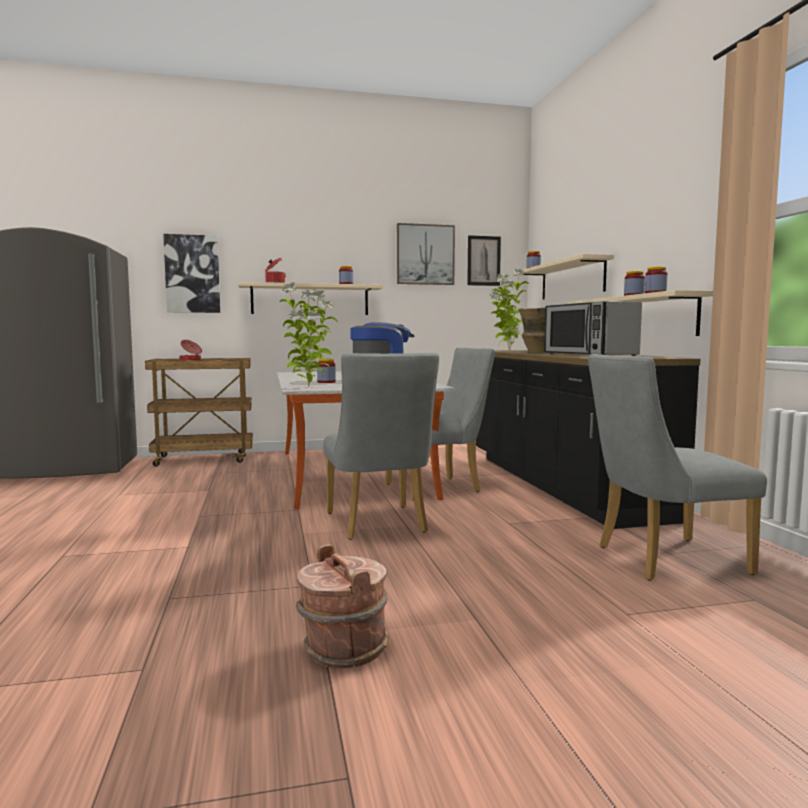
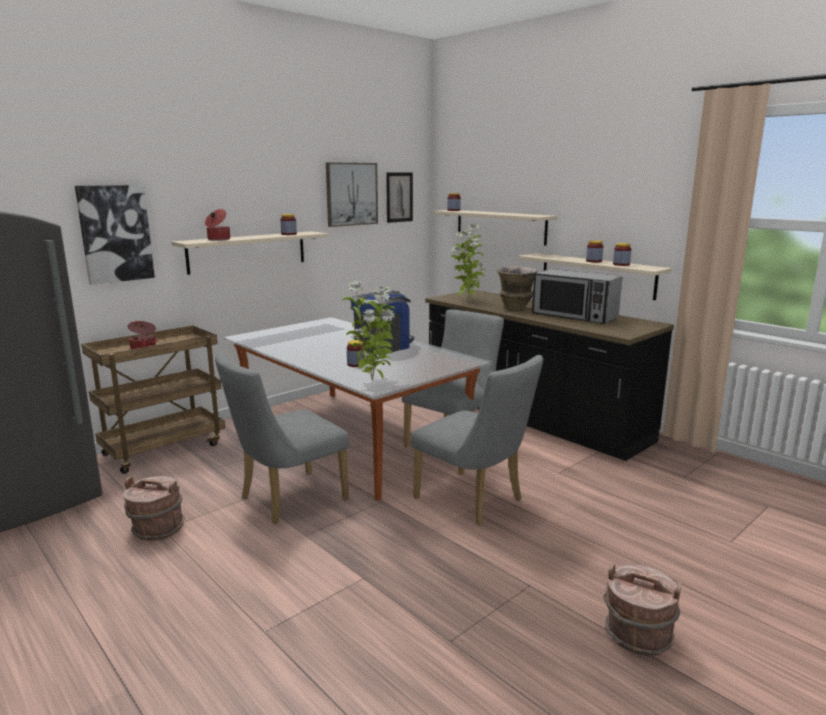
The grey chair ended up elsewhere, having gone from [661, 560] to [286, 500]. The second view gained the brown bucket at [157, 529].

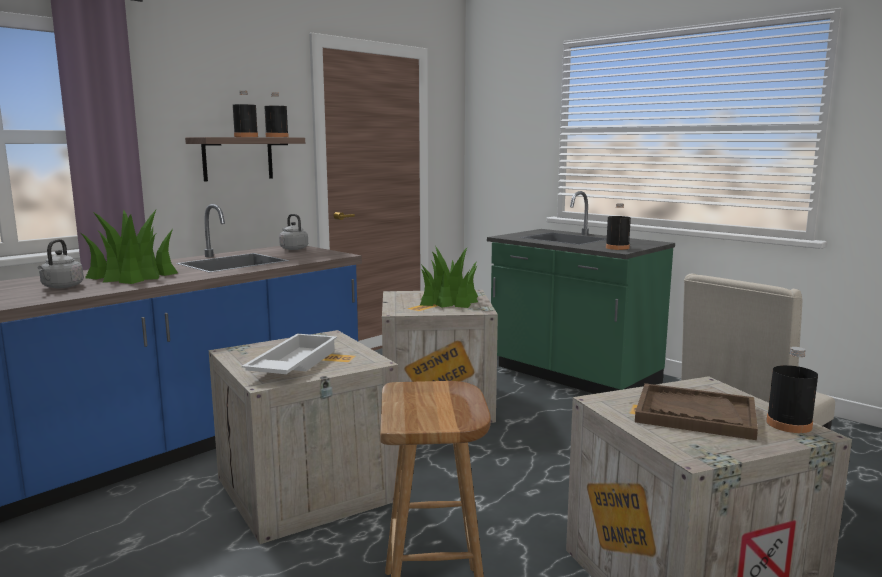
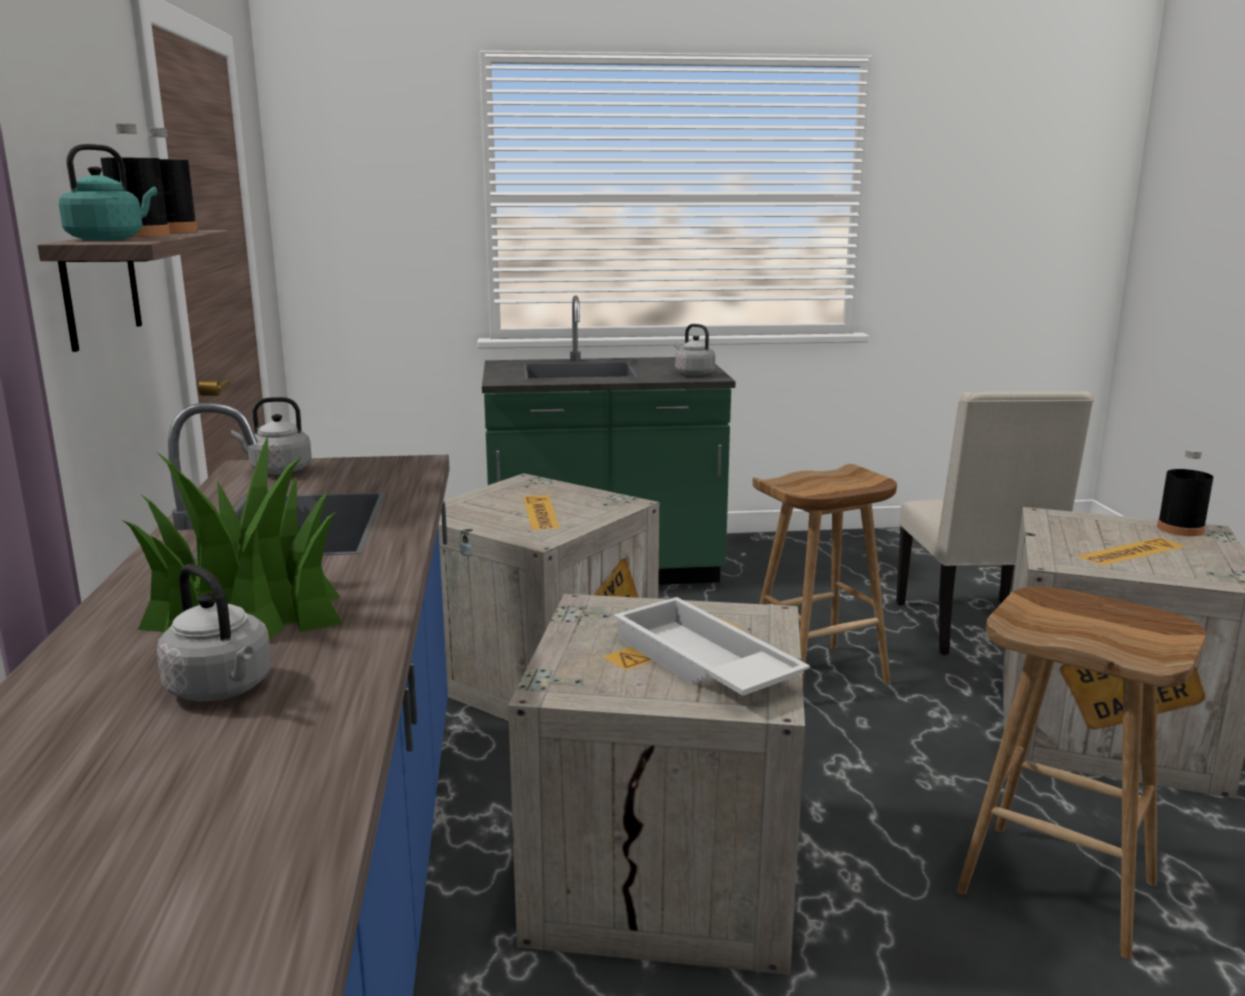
The second view lost the potted plant at [449, 300]. Where the black bottle stood at [617, 248], the grey kettle came to stand at [693, 374]. The second view lost the brown tray at [695, 414]. The second view gained the turquoise kettle at [109, 239]. The second view gained the brown stool at [815, 676].

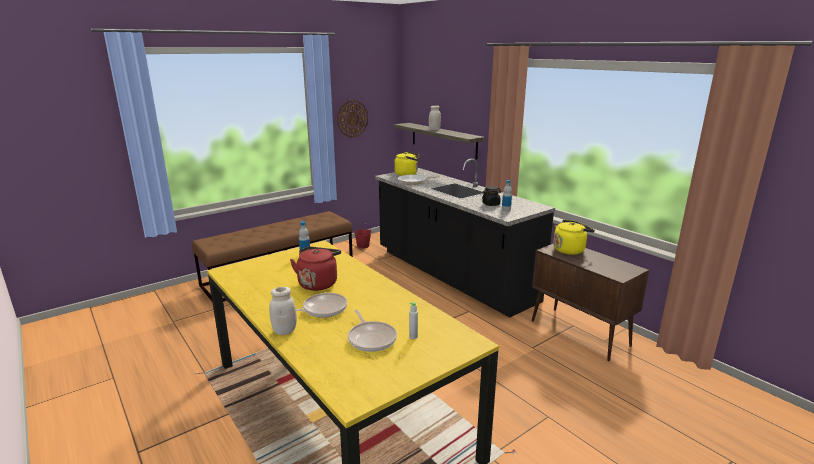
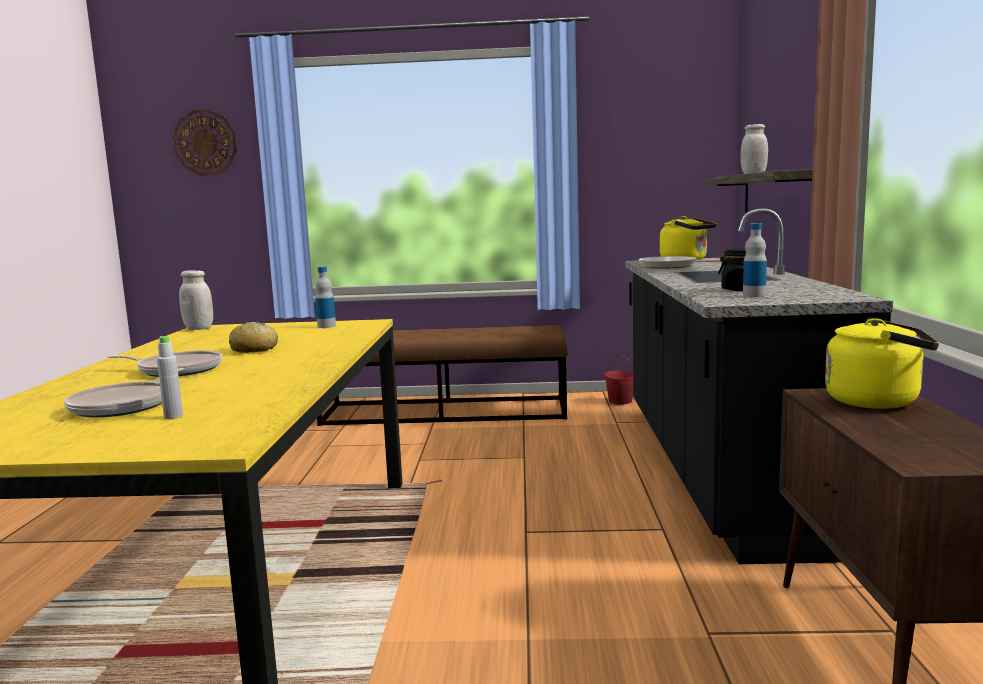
The white jar ended up elsewhere, having gone from [284, 331] to [199, 328]. Where the red kettle stood at [318, 283], the bread came to stand at [254, 349]. The wall clock ended up elsewhere, having gone from [352, 118] to [205, 142].

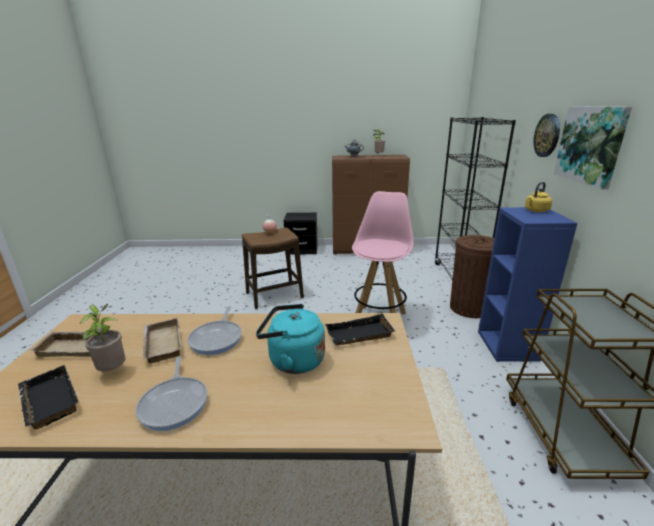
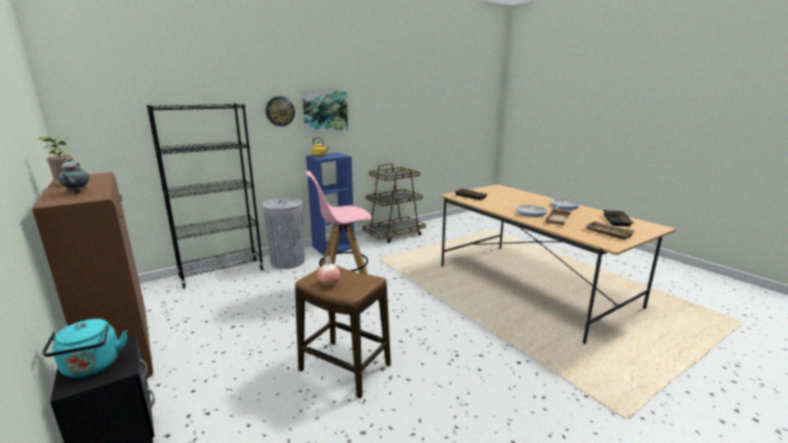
The second view lost the potted plant at [113, 371]. The turquoise kettle ended up elsewhere, having gone from [293, 360] to [92, 367]. What was the brown trash can at [469, 308] turned into the grey trash can at [287, 262].

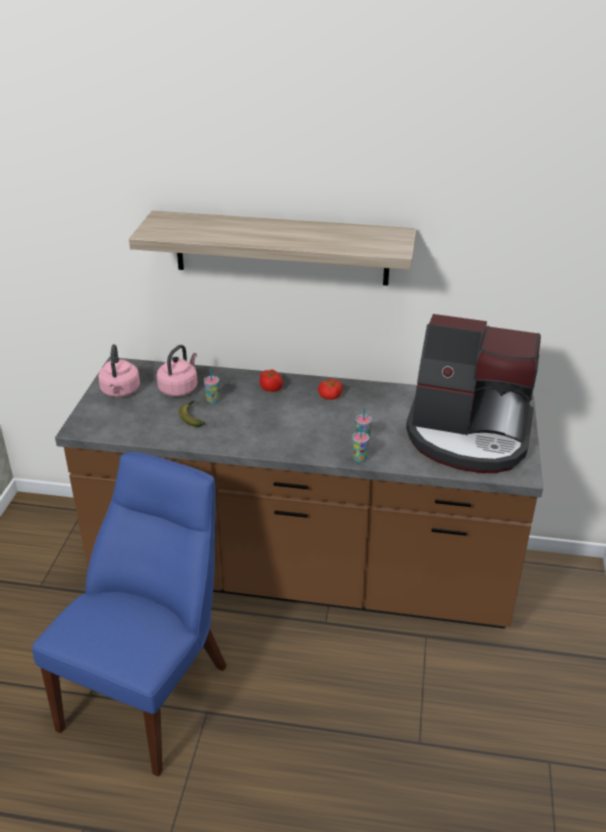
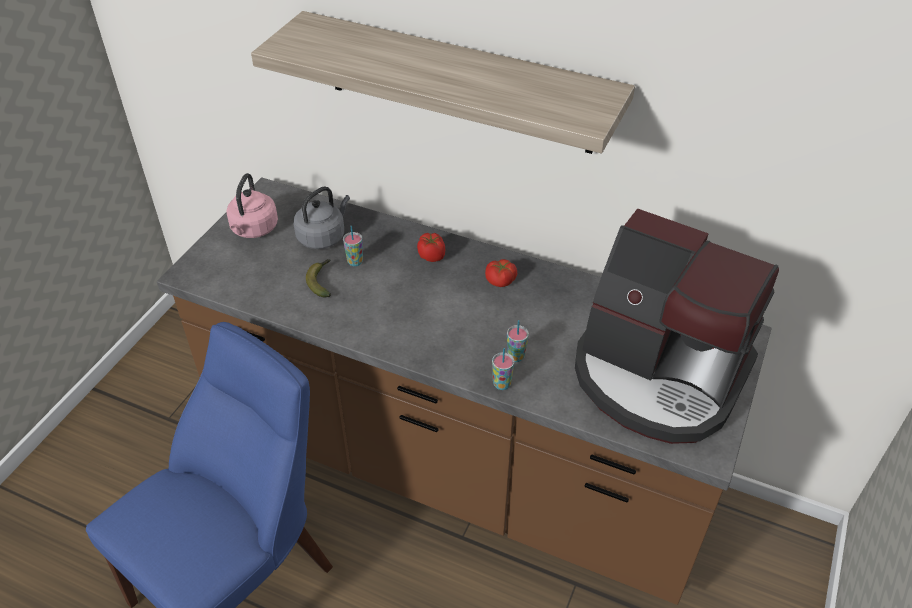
What was the pink kettle at [179, 388] turned into the grey kettle at [323, 236].

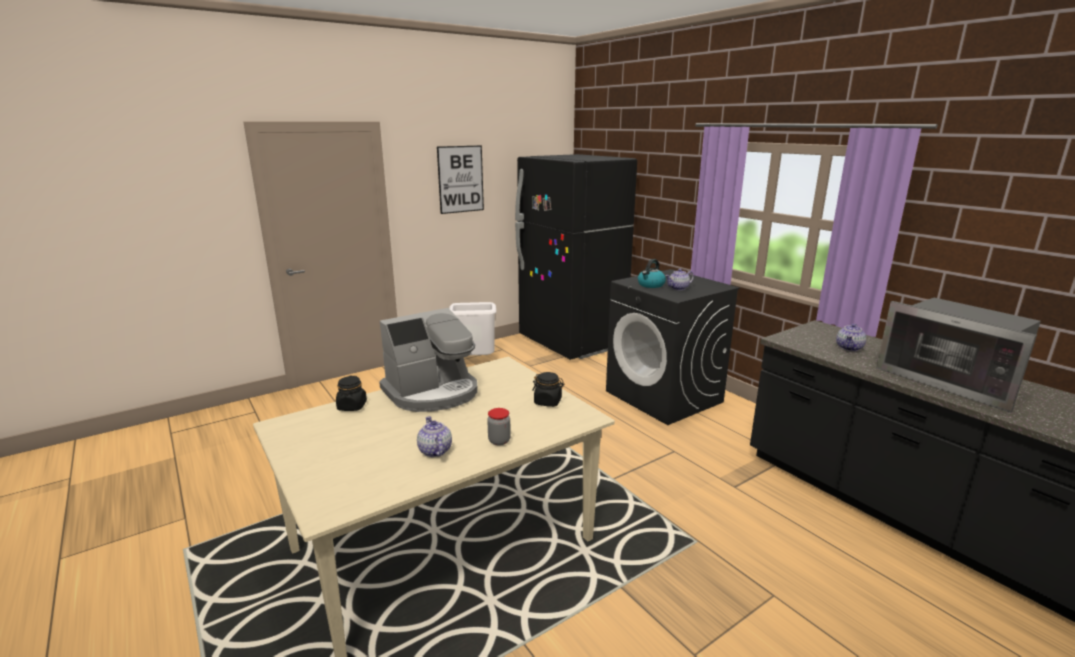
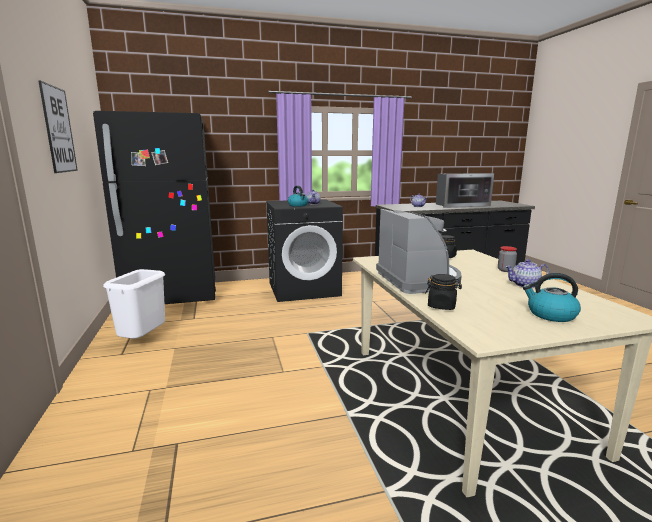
The second view gained the kettle at [550, 315].

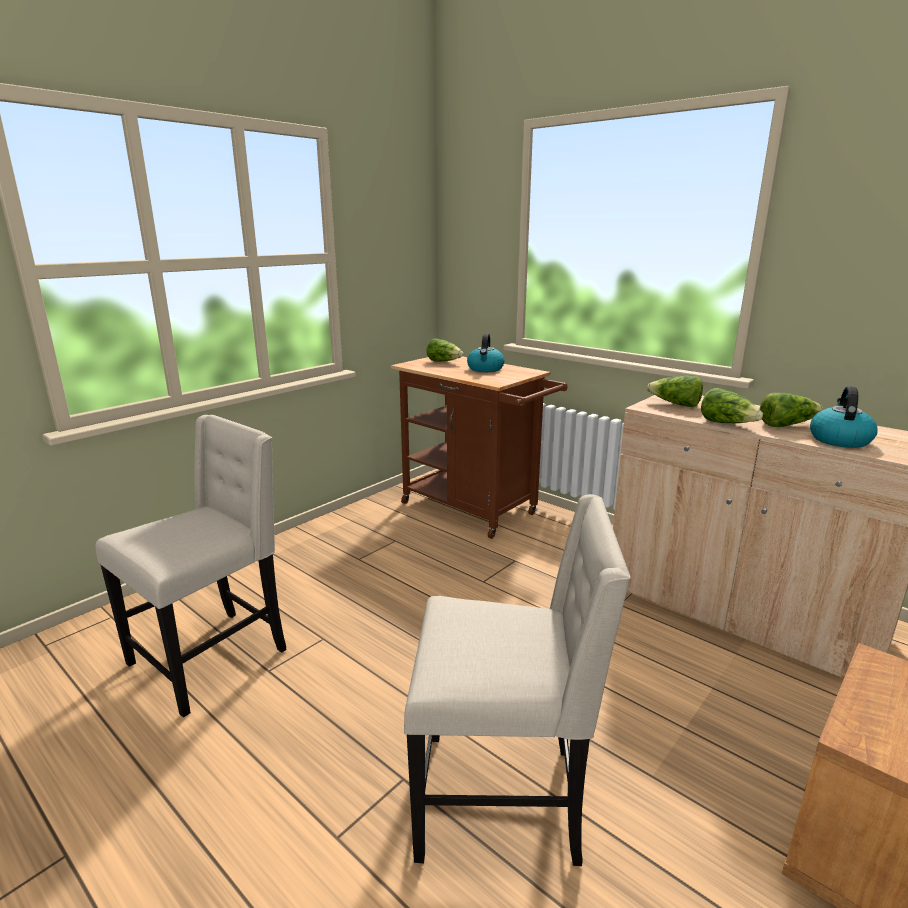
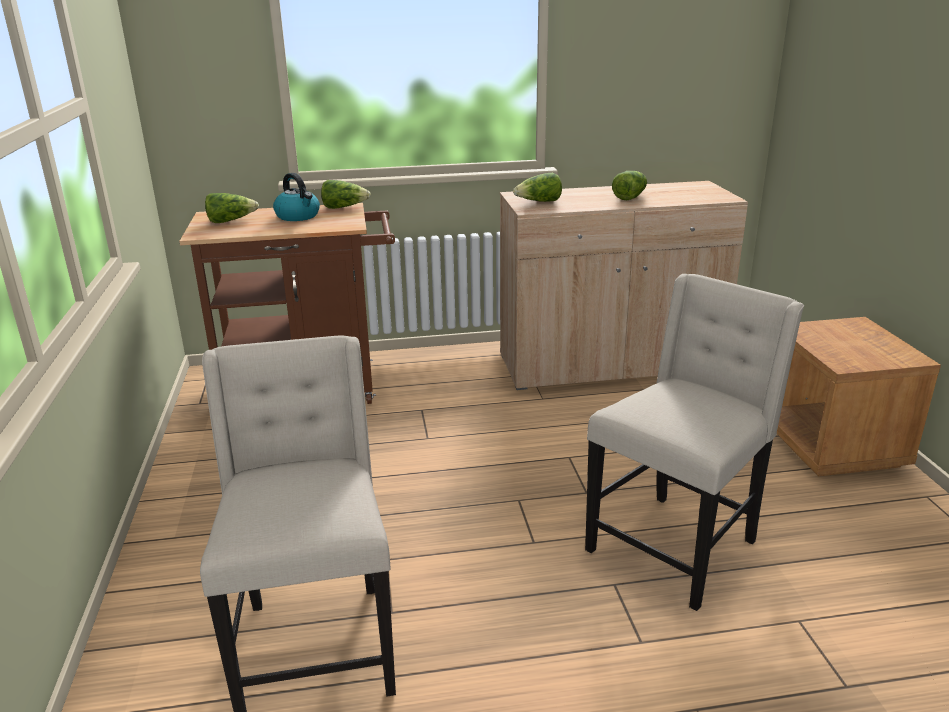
The lettuce ended up elsewhere, having gone from [727, 424] to [344, 207]. The second view lost the kettle at [839, 440].

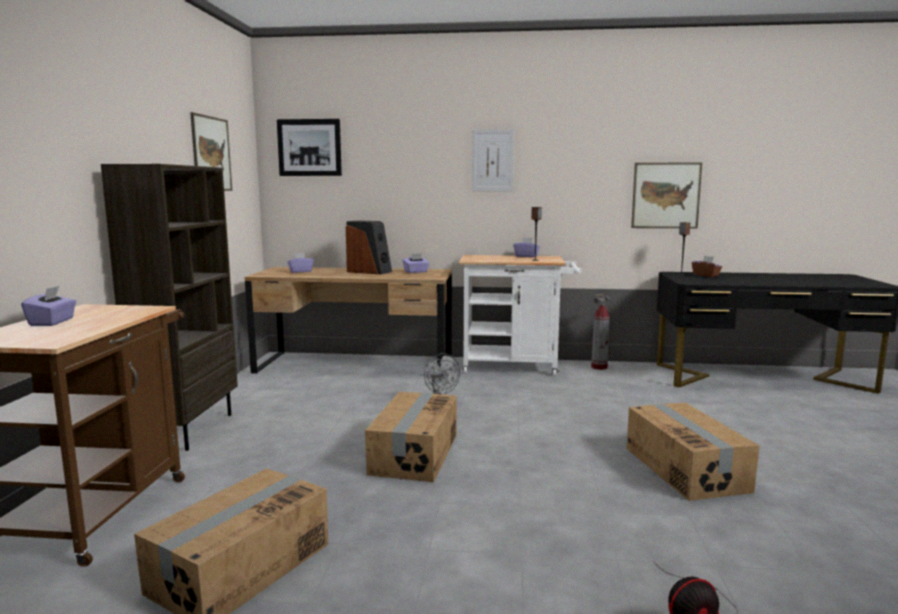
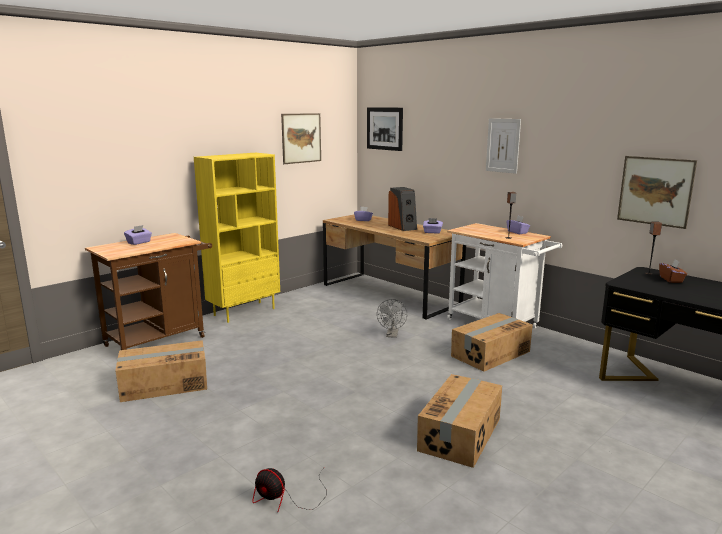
What was the brown bookcase at [189, 430] turned into the yellow bookcase at [244, 311]. The cardboard box ended up elsewhere, having gone from [413, 454] to [490, 354]. The second view lost the fire extinguisher at [599, 367].

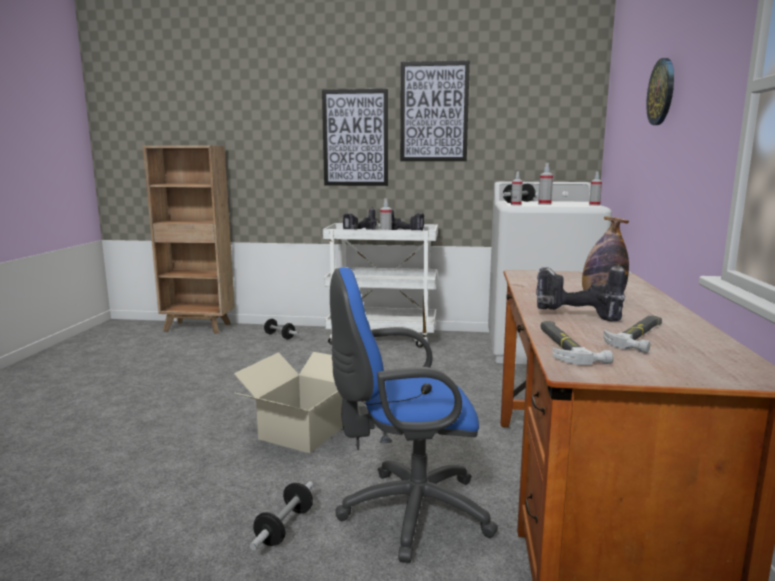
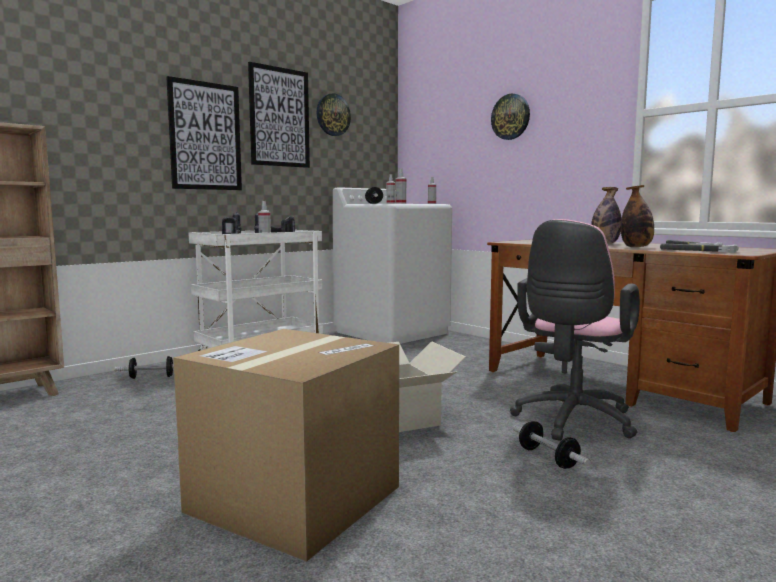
What was the blue office chair at [407, 512] turned into the pink office chair at [571, 422]. Where the power drill stood at [574, 317], the bottle came to stand at [636, 247]. The second view gained the cardboard box at [294, 499]. The second view gained the wall clock at [333, 115].

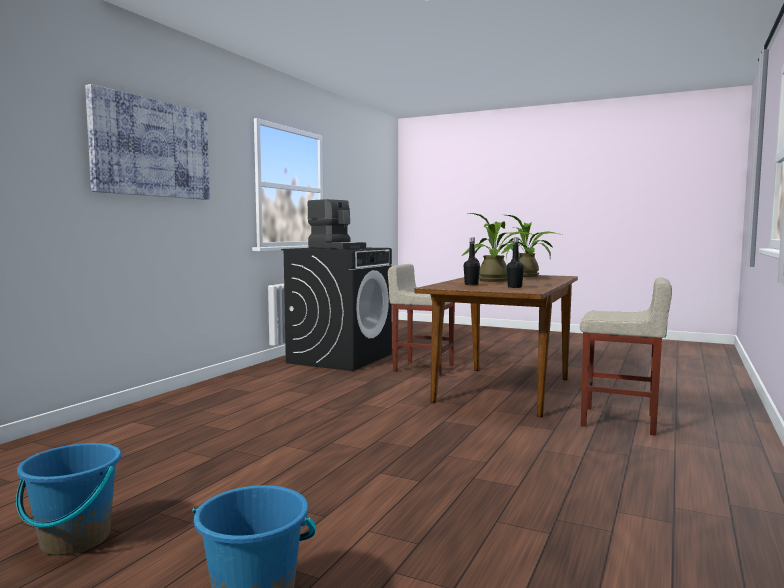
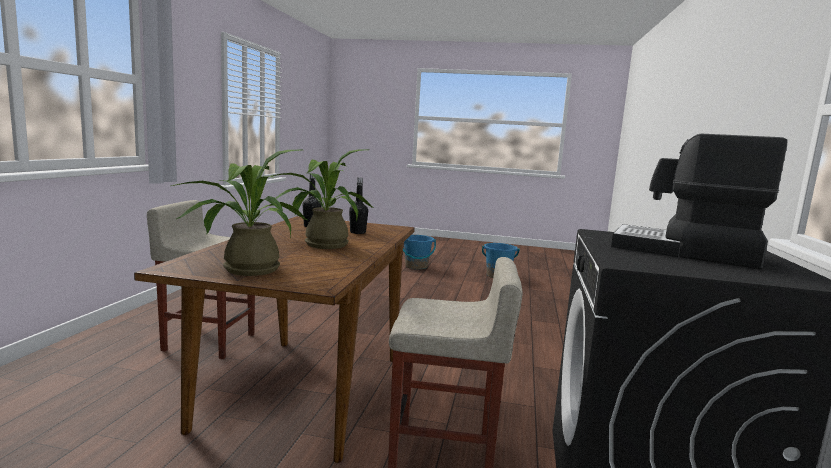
The second view lost the picture at [151, 148].

